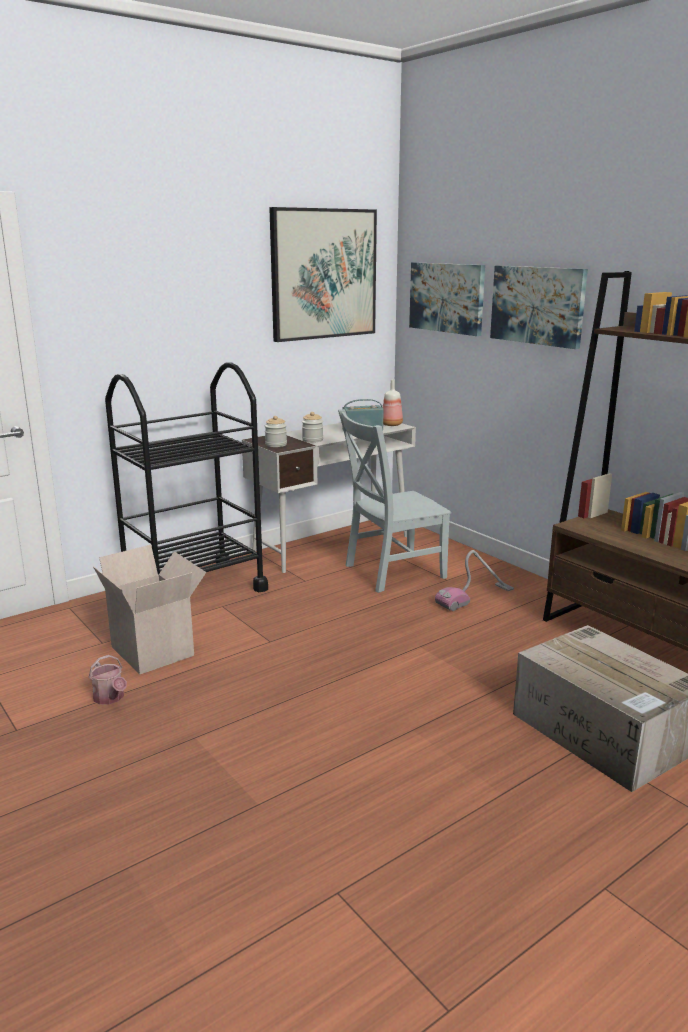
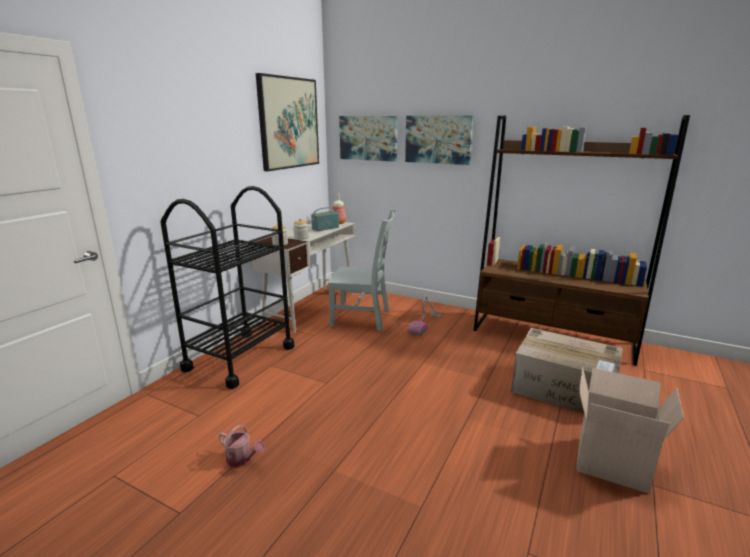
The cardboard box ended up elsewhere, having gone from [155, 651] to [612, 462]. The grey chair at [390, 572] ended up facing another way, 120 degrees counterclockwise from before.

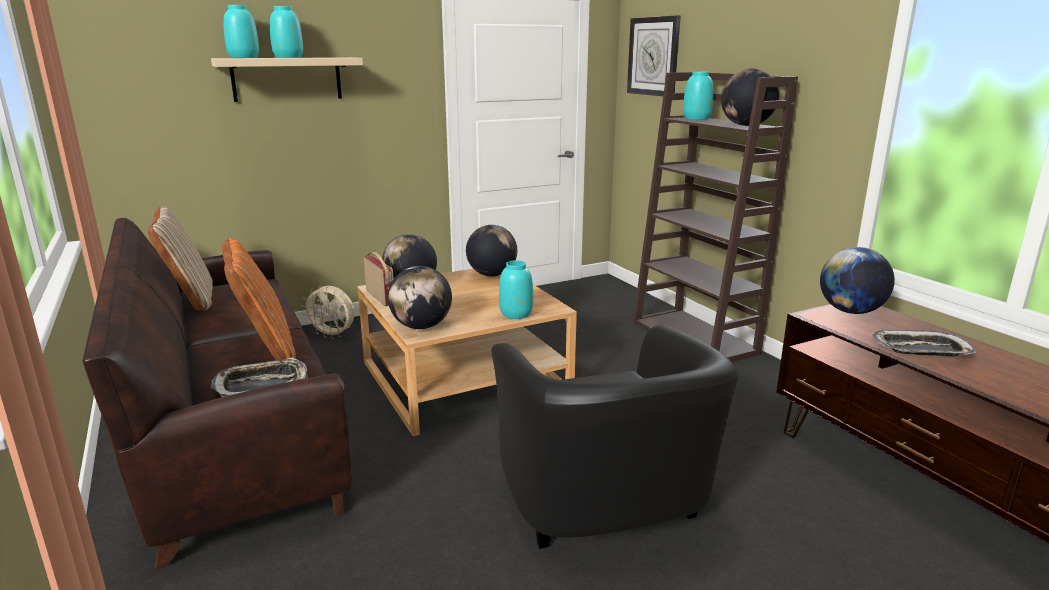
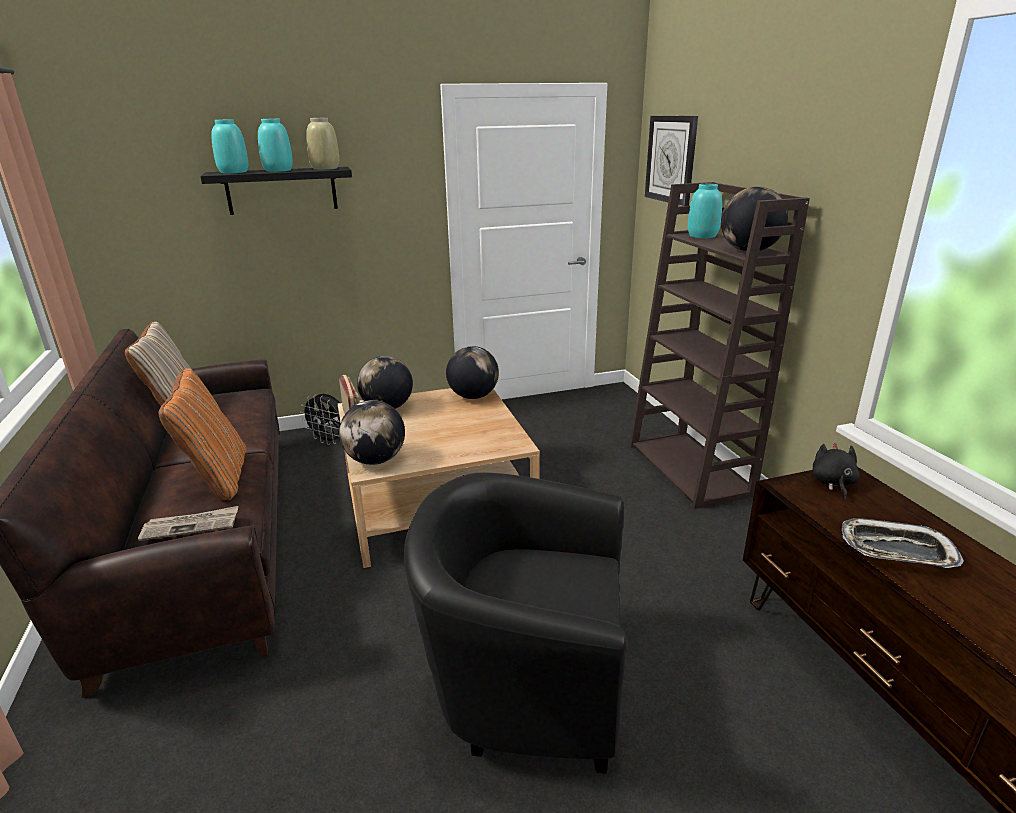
What was the beige shelf at [287, 79] turned into the black shelf at [281, 190]. Where the tray stood at [262, 384], the newspaper came to stand at [191, 525]. What was the beige fan at [333, 335] turned into the black fan at [330, 441]. The black armchair at [606, 510] ended up facing another way, 105 degrees clockwise from before. The second view lost the turquoise vase at [516, 314]. Where the globe stood at [850, 311], the black plush toy came to stand at [833, 483]. The second view gained the beige vase at [325, 168].

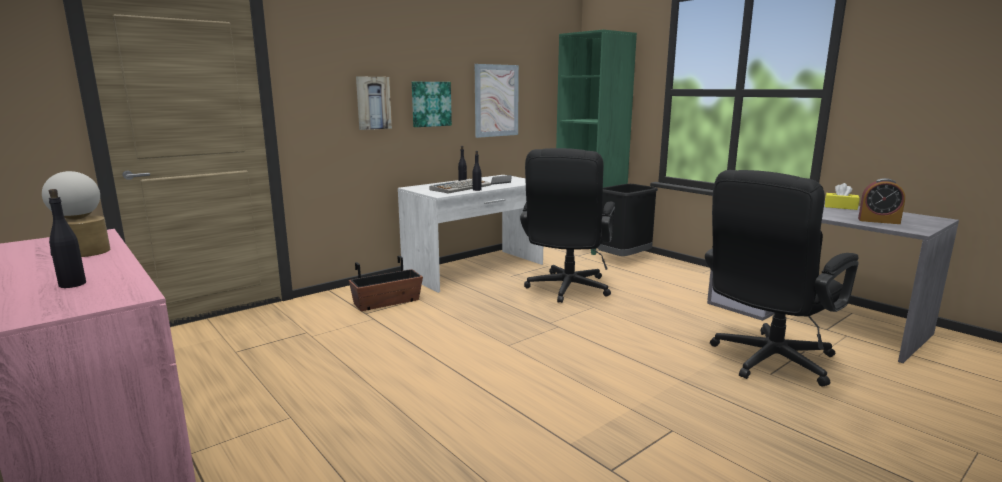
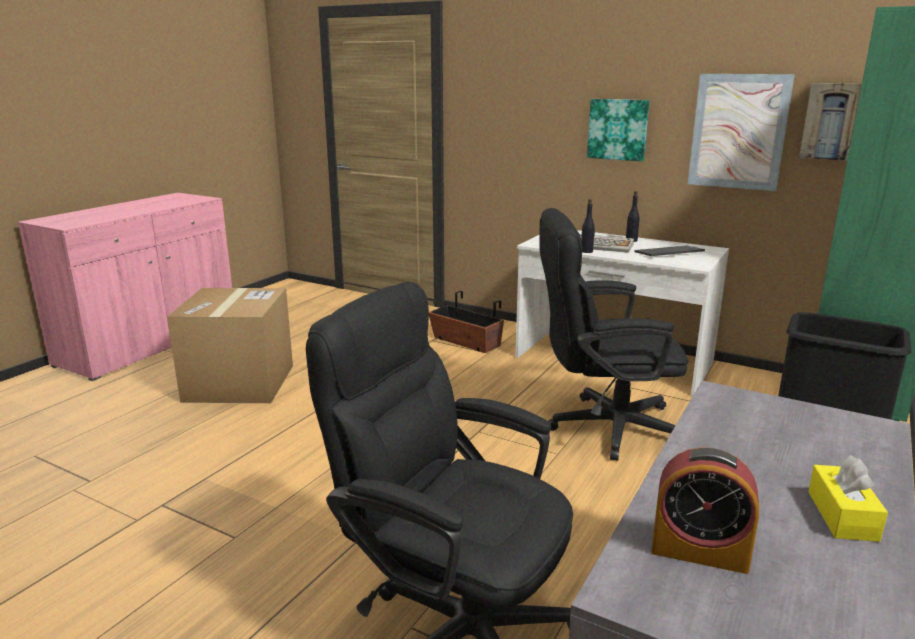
The second view lost the table lamp at [85, 251]. The second view lost the black bottle at [72, 284]. The picture ended up elsewhere, having gone from [373, 103] to [832, 121]. The alarm clock at [878, 221] ended up facing another way, 75 degrees counterclockwise from before. The second view gained the cardboard box at [239, 383].

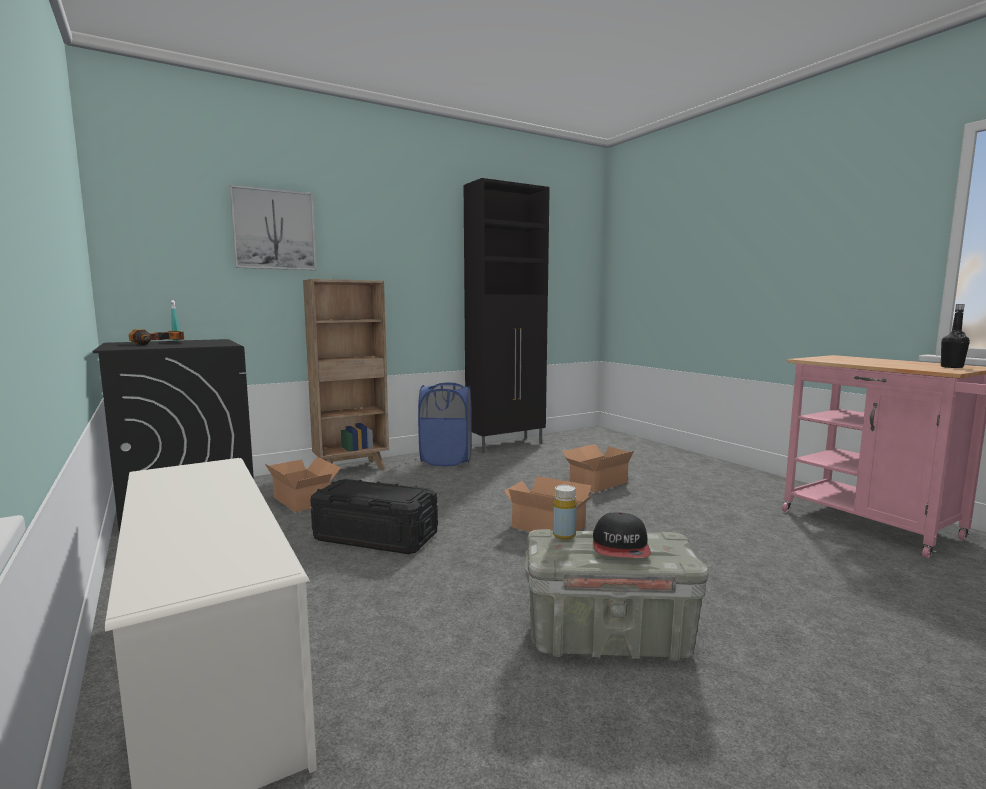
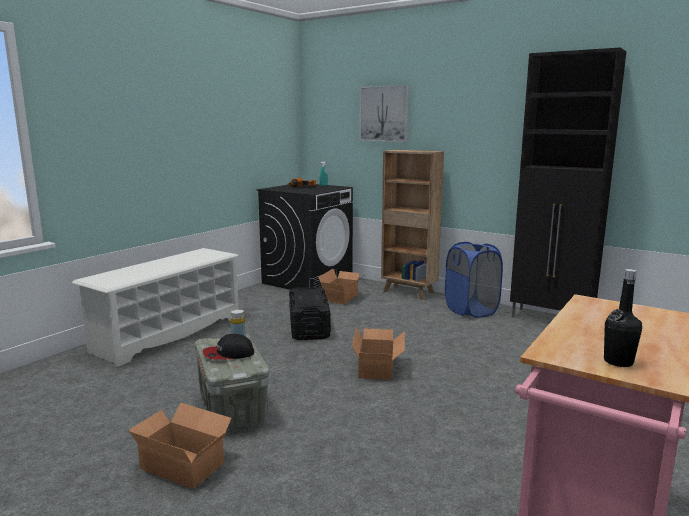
The cardboard box ended up elsewhere, having gone from [596, 482] to [183, 464].

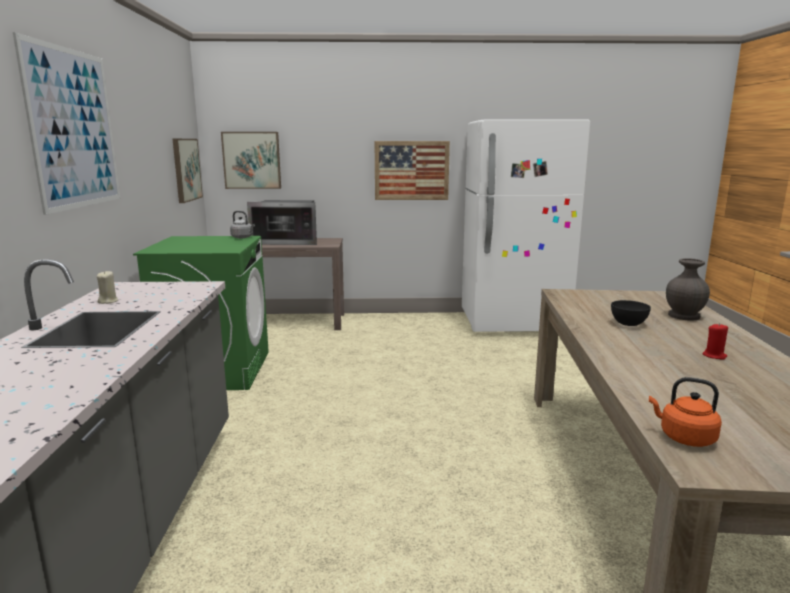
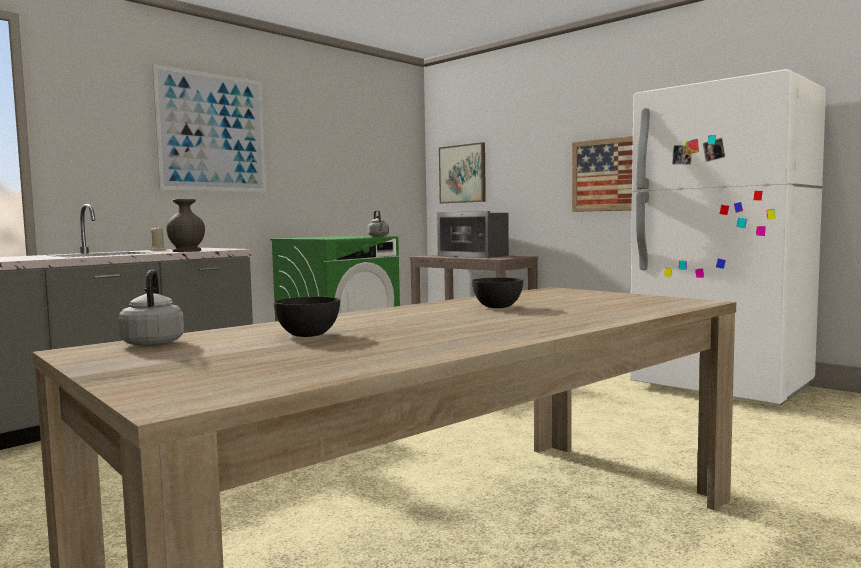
The second view lost the picture at [186, 169]. What was the orange kettle at [684, 437] turned into the grey kettle at [153, 343]. The grey vase ended up elsewhere, having gone from [684, 315] to [187, 251]. The second view lost the red candle at [714, 356]. The second view gained the grey bowl at [308, 335].

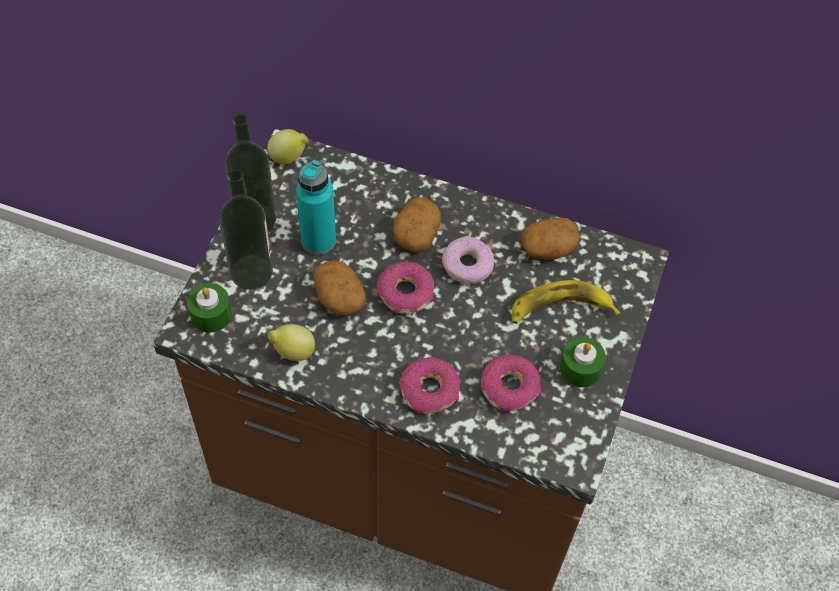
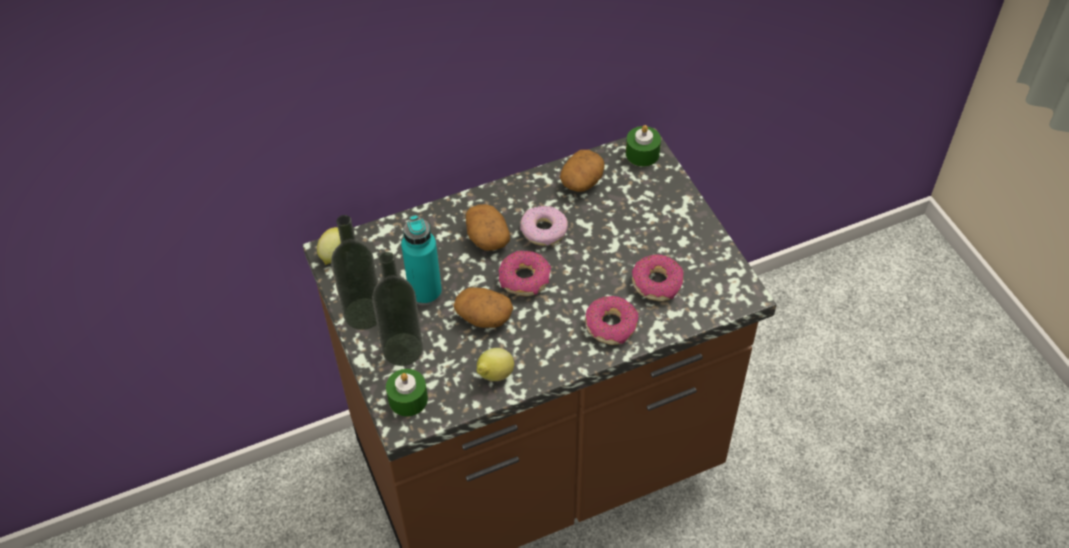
The second view lost the banana at [560, 309]. The green candle ended up elsewhere, having gone from [580, 368] to [642, 154].

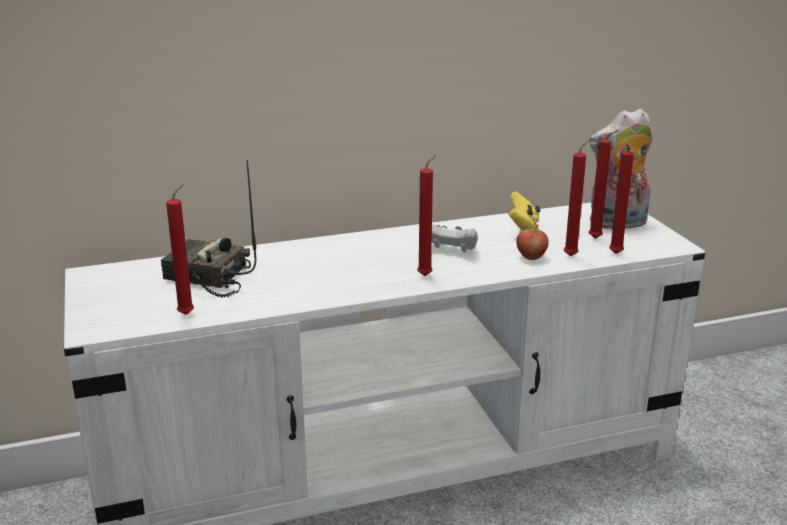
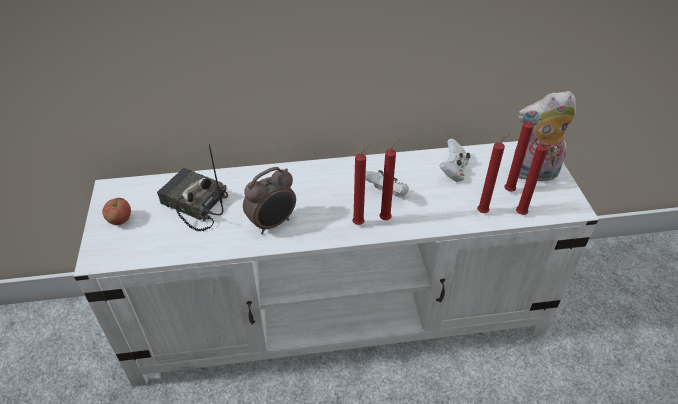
The red candle ended up elsewhere, having gone from [188, 313] to [386, 218]. What was the yellow game controller at [523, 229] turned into the white game controller at [453, 171]. The apple ended up elsewhere, having gone from [531, 257] to [120, 220]. The second view gained the alarm clock at [273, 223].

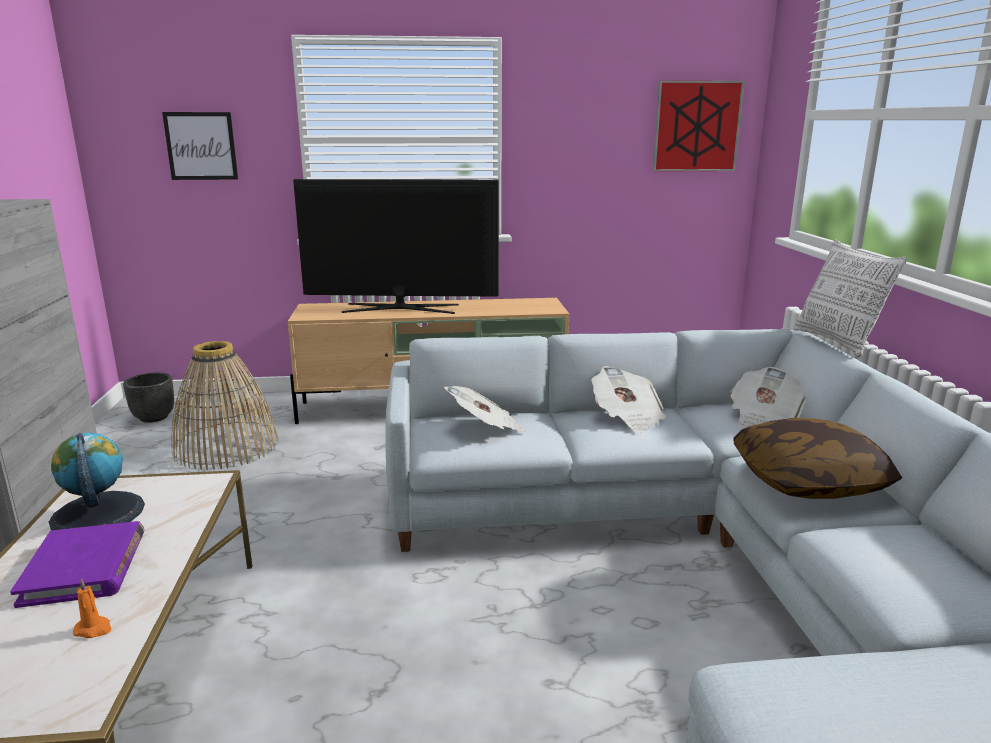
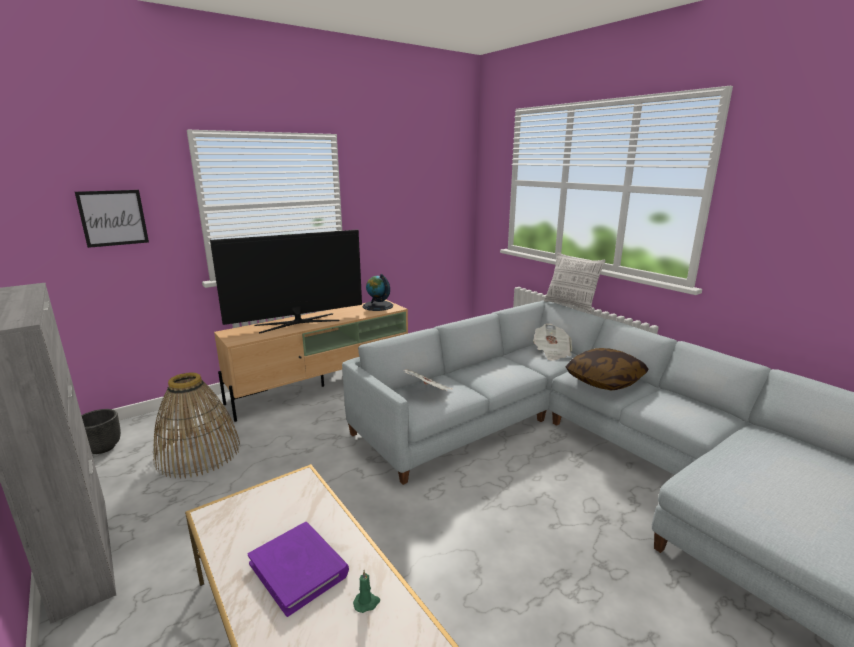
The globe ended up elsewhere, having gone from [97, 514] to [377, 306]. What was the orange candle at [94, 629] turned into the green candle at [367, 603]. The second view lost the newspaper at [627, 417]. The second view lost the picture at [697, 126].

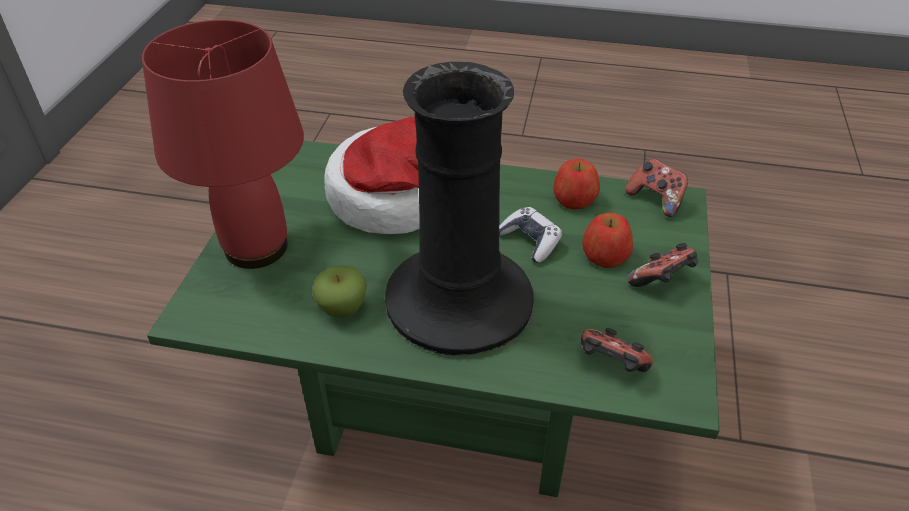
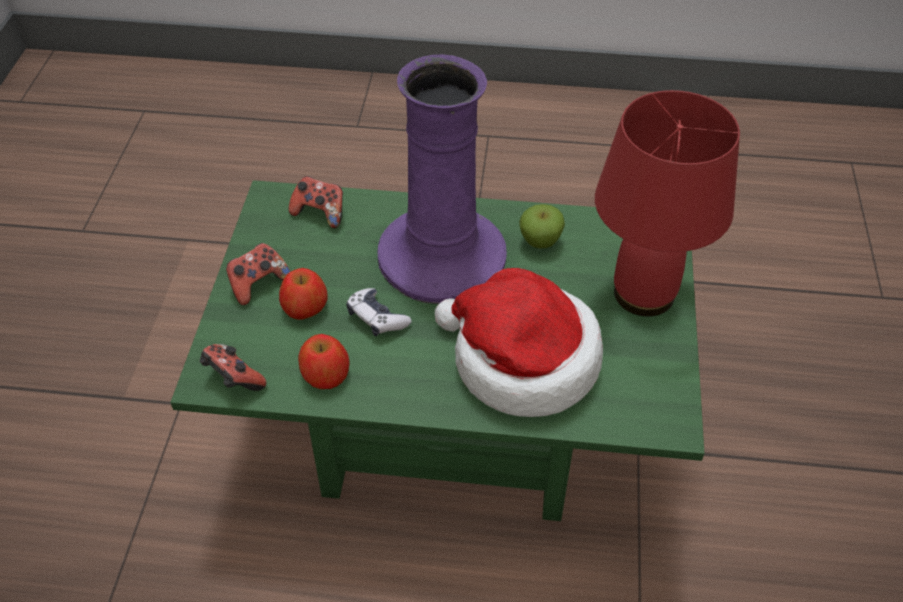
What was the black vase at [460, 299] turned into the purple vase at [441, 256].

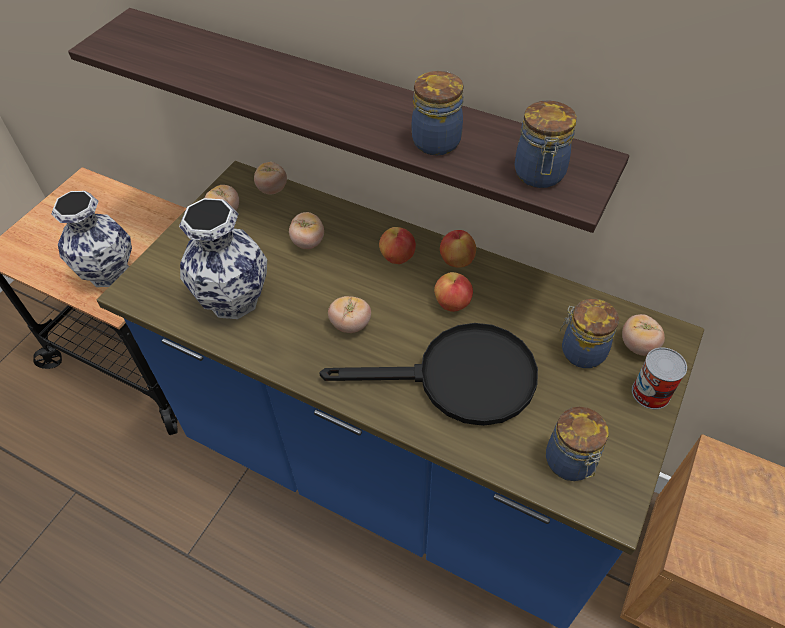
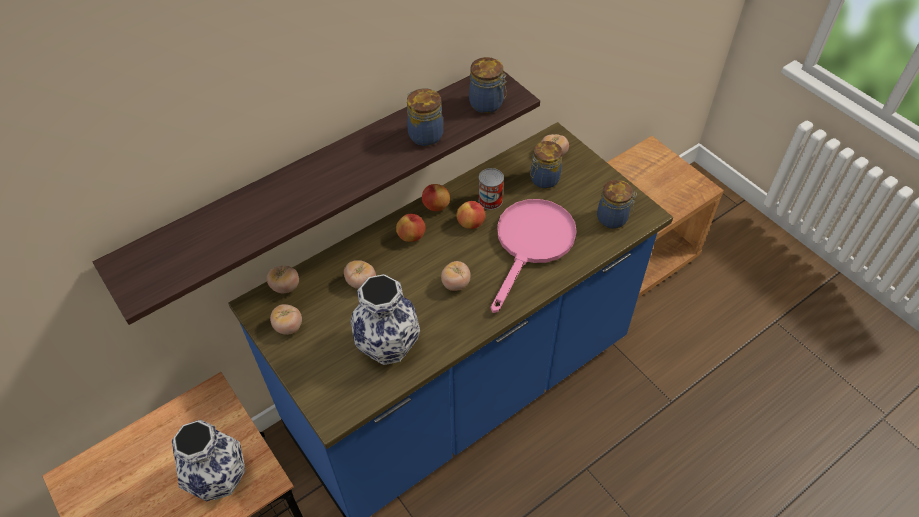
What was the black frying pan at [459, 379] turned into the pink frying pan at [531, 244]. The can ended up elsewhere, having gone from [650, 393] to [490, 200].

